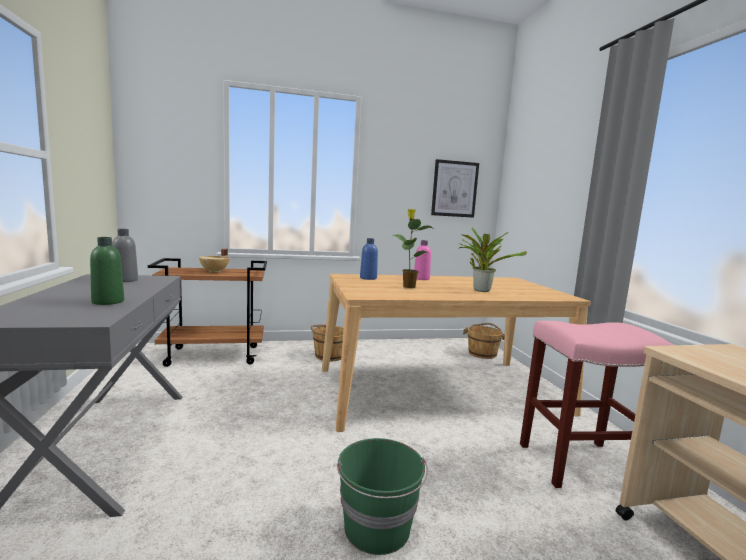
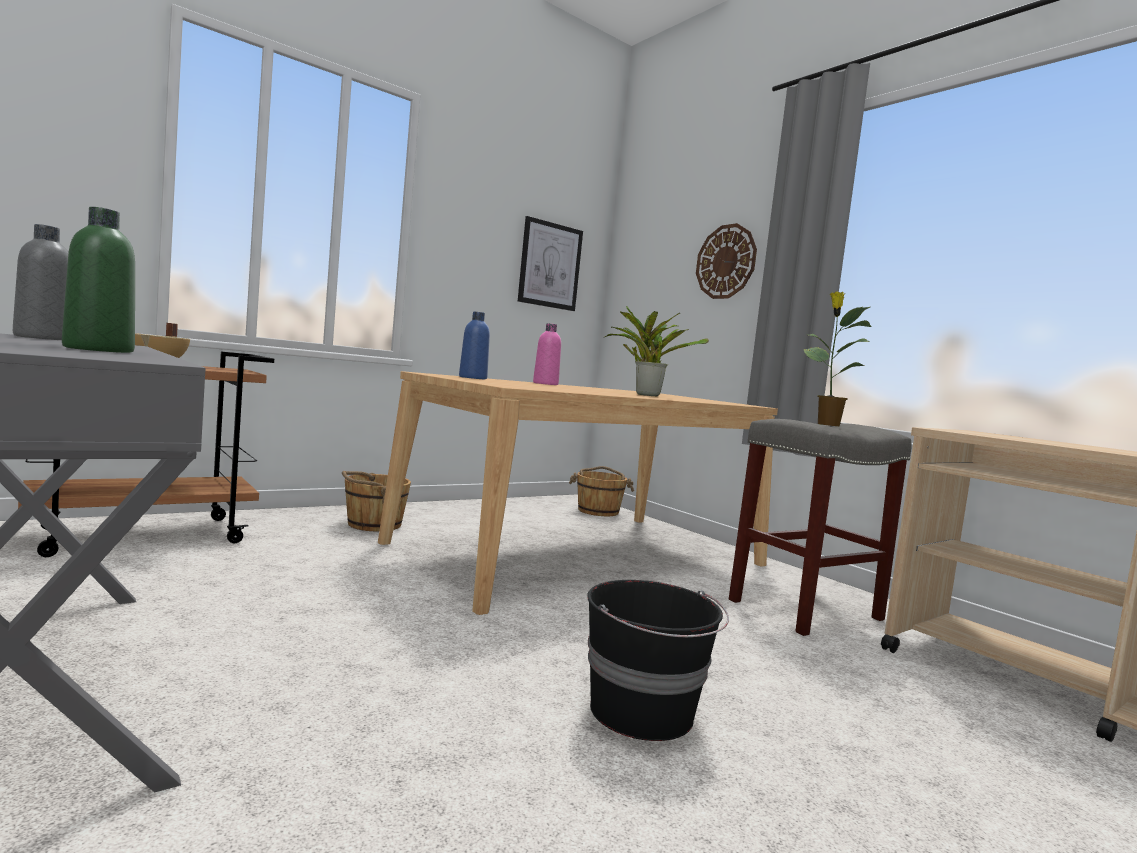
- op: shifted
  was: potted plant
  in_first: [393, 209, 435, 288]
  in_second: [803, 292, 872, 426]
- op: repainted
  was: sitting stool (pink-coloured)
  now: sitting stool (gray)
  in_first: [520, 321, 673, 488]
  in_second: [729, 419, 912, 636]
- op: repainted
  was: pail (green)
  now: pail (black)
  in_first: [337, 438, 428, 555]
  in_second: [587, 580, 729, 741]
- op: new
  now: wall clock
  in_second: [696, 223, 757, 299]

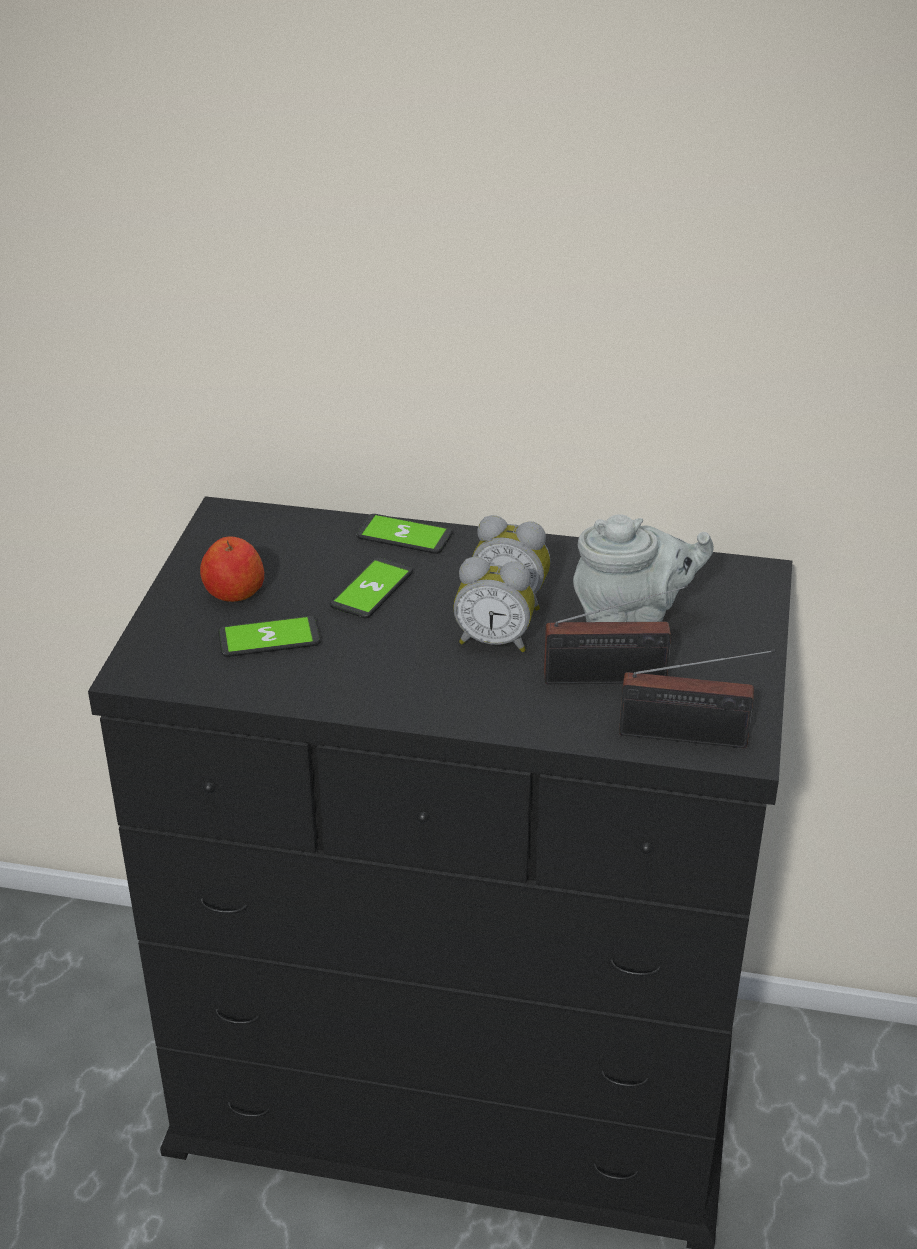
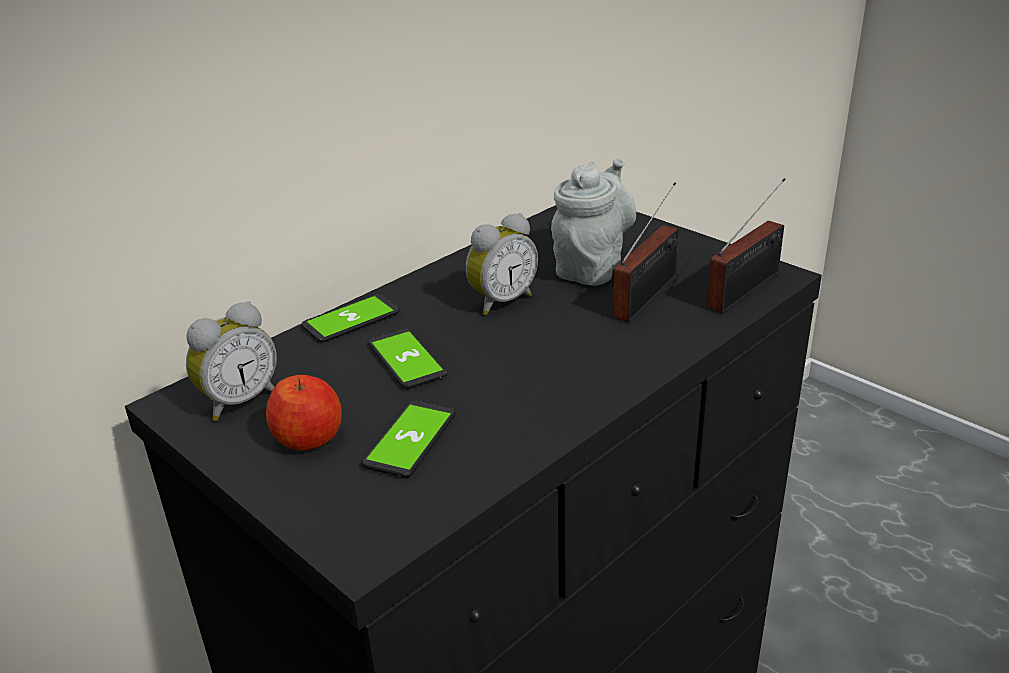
- op: shifted
  was: bedside clock
  in_first: [453, 557, 535, 652]
  in_second: [186, 301, 277, 421]

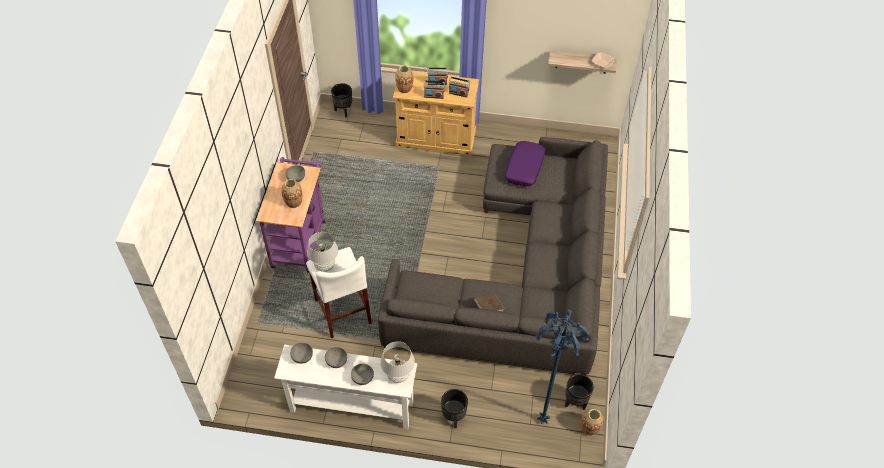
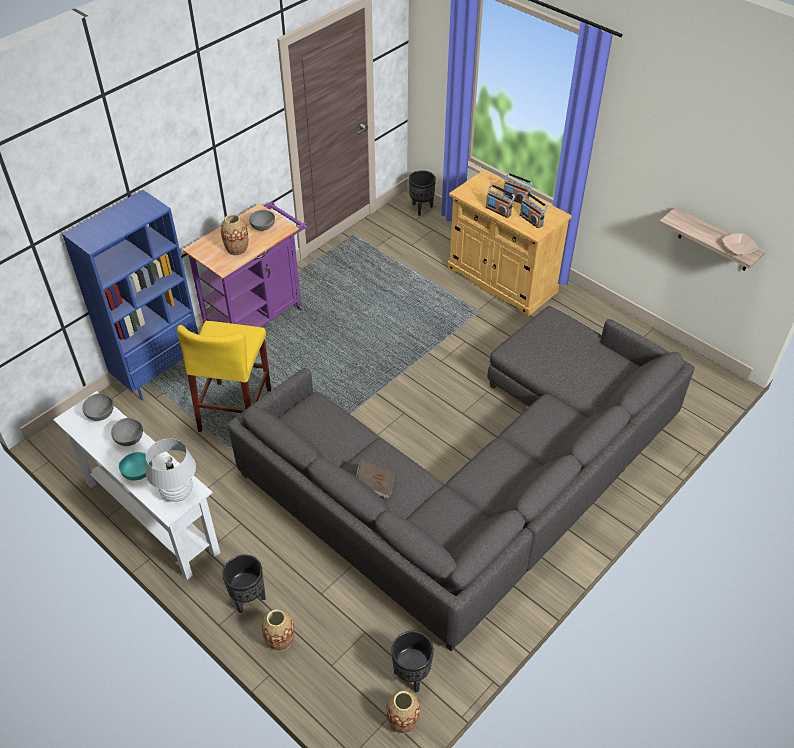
- op: shifted
  was: flower vase
  in_first: [395, 65, 413, 93]
  in_second: [261, 609, 294, 651]
- op: gone
  was: cushion (purple-coloured)
  in_first: [505, 141, 546, 186]
- op: gone
  was: table lamp (white)
  in_first: [307, 232, 338, 272]
- op: repainted
  was: sitting stool (white)
  now: sitting stool (yellowish)
  in_first: [306, 247, 372, 339]
  in_second: [177, 321, 271, 432]
- op: gone
  was: standard lamp (blue-coloured)
  in_first: [536, 310, 589, 424]
- op: repainted
  was: serving bowl (gray)
  now: serving bowl (turquoise-coloured)
  in_first: [351, 364, 374, 385]
  in_second: [119, 452, 152, 481]
- op: new
  now: shelving unit (blue-coloured)
  in_second: [62, 190, 199, 401]

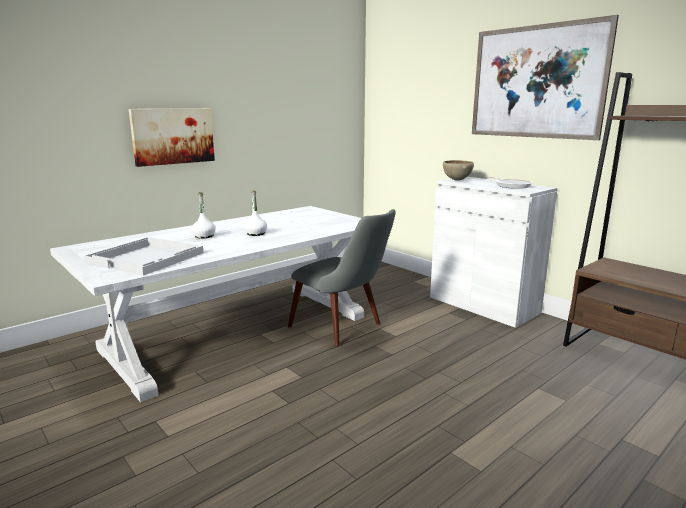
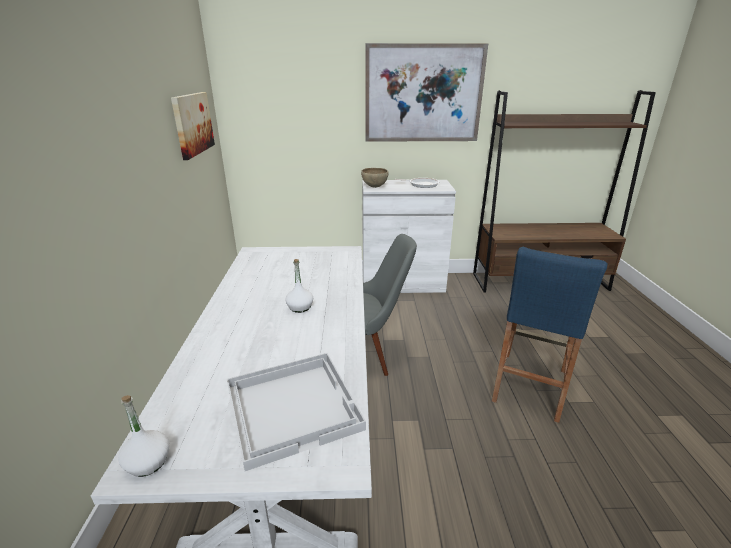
- op: shifted
  was: wall art
  in_first: [129, 109, 215, 167]
  in_second: [171, 92, 215, 160]
- op: shifted
  was: drink bottle (white)
  in_first: [192, 192, 216, 239]
  in_second: [118, 395, 169, 477]
- op: new
  now: sitting stool (blue-coloured)
  in_second: [492, 247, 608, 423]

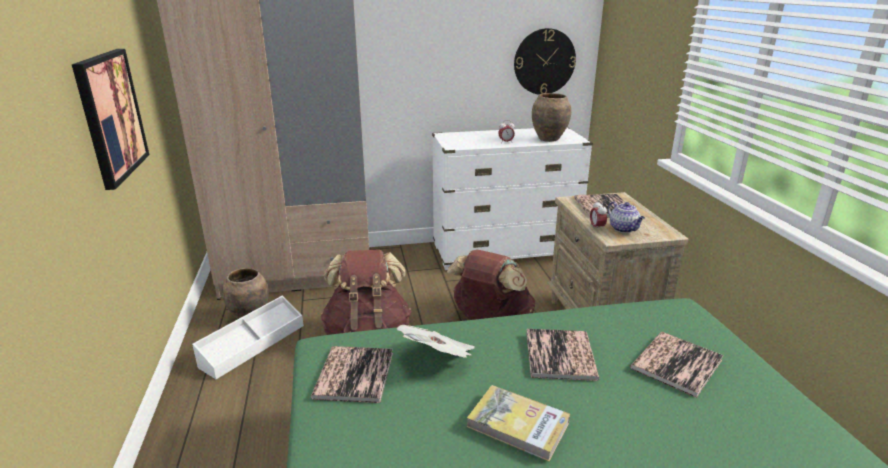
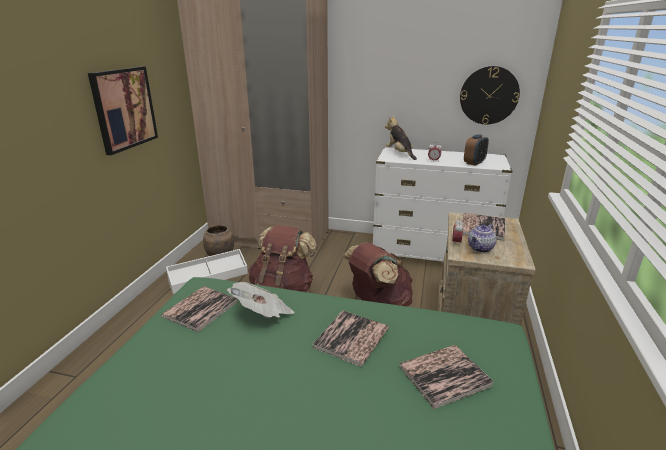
- op: swapped
  was: flower vase (brown-coloured)
  now: bedside clock
  in_first: [532, 93, 571, 142]
  in_second: [464, 134, 489, 166]
- op: rotated
  was: pot for tea
  in_first: [608, 201, 645, 233]
  in_second: [468, 224, 497, 253]
  clockwise: 45
- op: gone
  was: bound book
  in_first: [467, 385, 570, 461]
- op: new
  now: soft toy
  in_second: [385, 116, 417, 160]

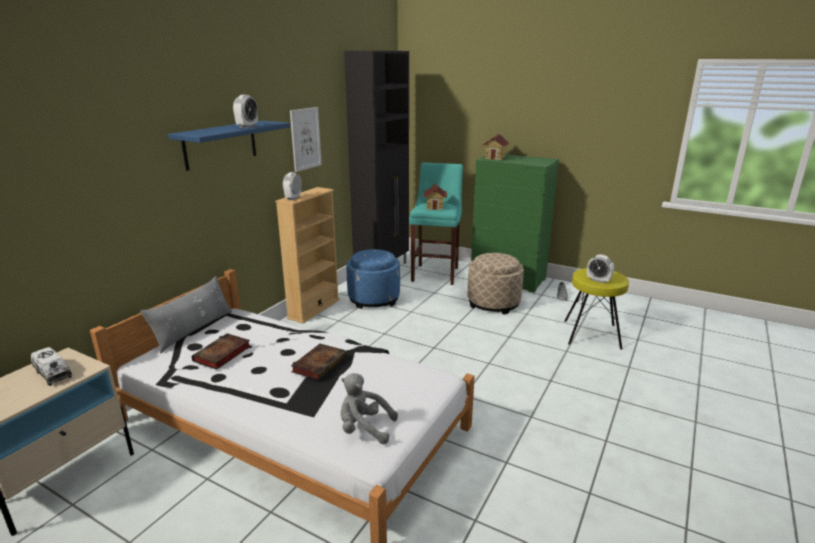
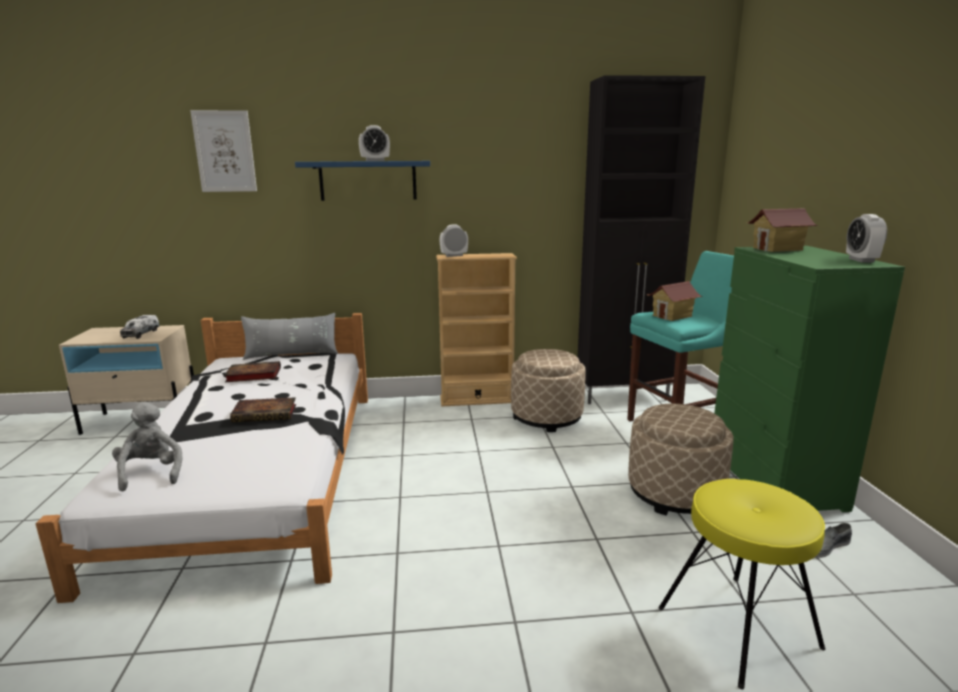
- op: shifted
  was: wall art
  in_first: [290, 107, 322, 172]
  in_second: [190, 110, 257, 192]
- op: repainted
  was: pouffe (blue-coloured)
  now: pouffe (sand-coloured)
  in_first: [347, 249, 400, 309]
  in_second: [511, 349, 586, 432]
- op: shifted
  was: bedside clock
  in_first: [587, 254, 614, 283]
  in_second: [846, 214, 887, 263]

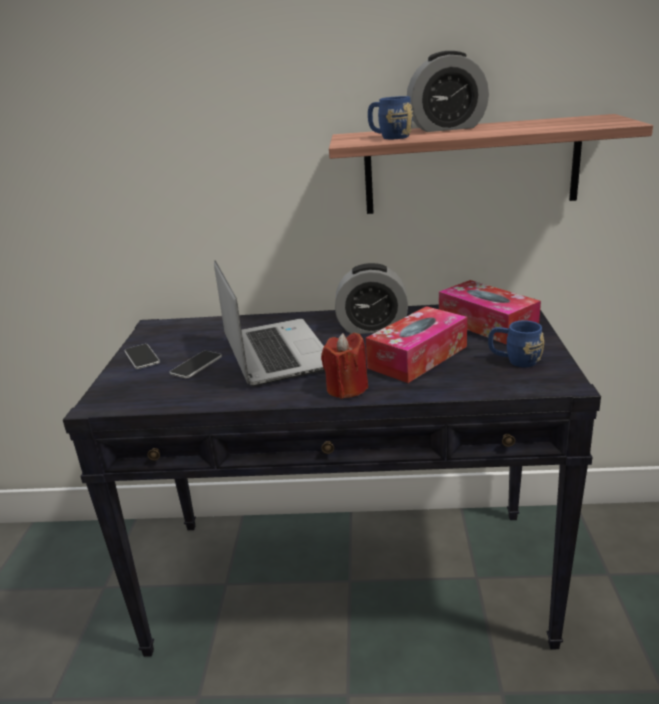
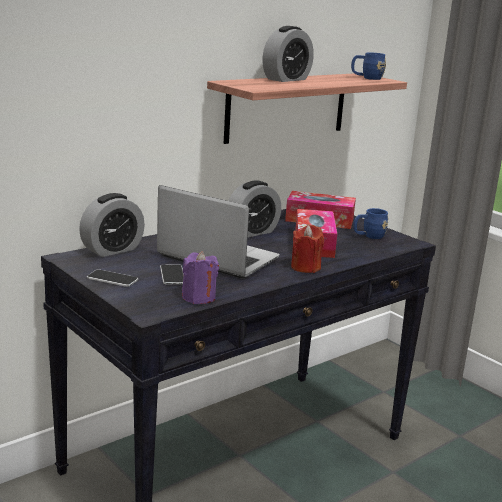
- op: shifted
  was: tea mug (blue-coloured)
  in_first: [368, 96, 413, 139]
  in_second: [351, 52, 386, 80]
- op: new
  now: bedside clock
  in_second: [79, 193, 145, 257]
- op: new
  now: wax candle (purple-coloured)
  in_second: [182, 251, 219, 304]

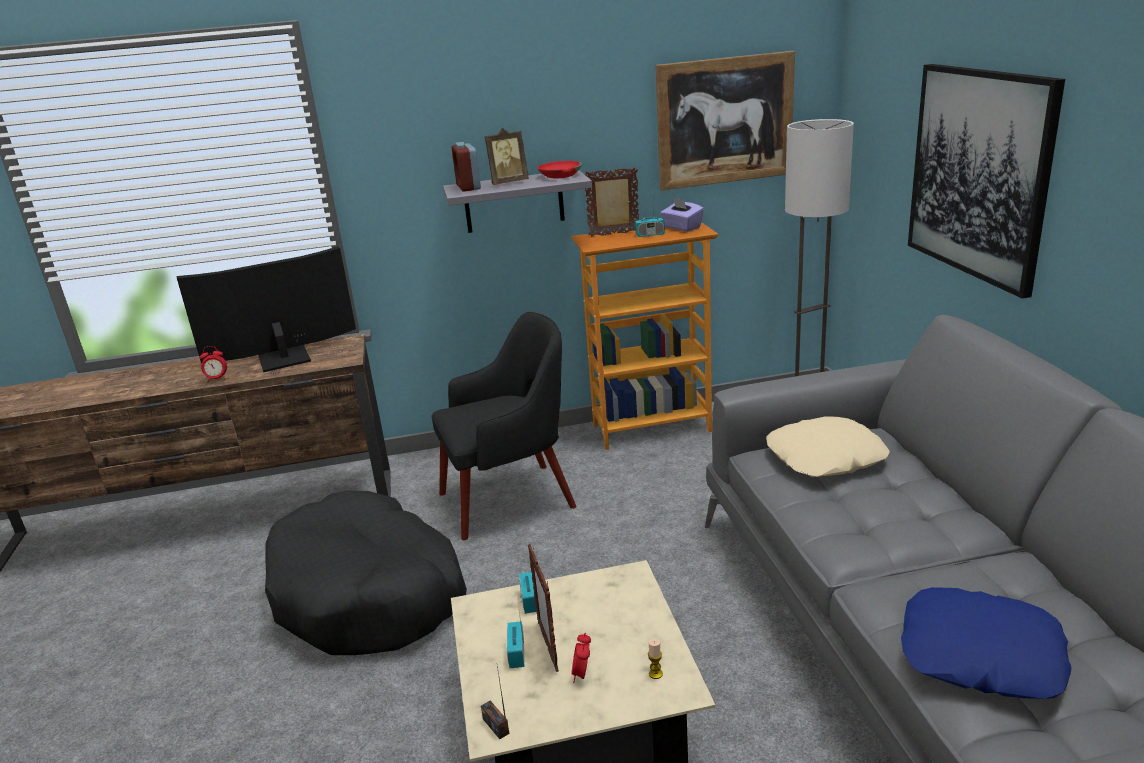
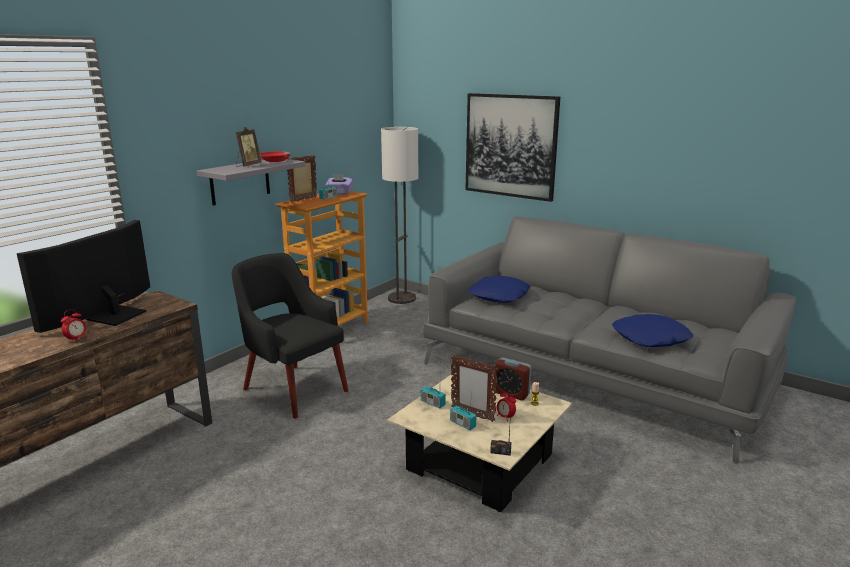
- op: gone
  was: wall art
  in_first: [655, 51, 795, 191]
- op: shifted
  was: bedside clock
  in_first: [452, 142, 481, 192]
  in_second: [494, 357, 532, 400]
- op: rotated
  was: easy chair (black)
  in_first: [431, 312, 576, 540]
  in_second: [232, 253, 349, 418]
  clockwise: -75
- op: repainted
  was: cushion (sand-coloured)
  now: cushion (blue-coloured)
  in_first: [766, 416, 890, 477]
  in_second: [468, 276, 530, 303]
- op: gone
  was: dog cushion (black)
  in_first: [265, 491, 467, 655]

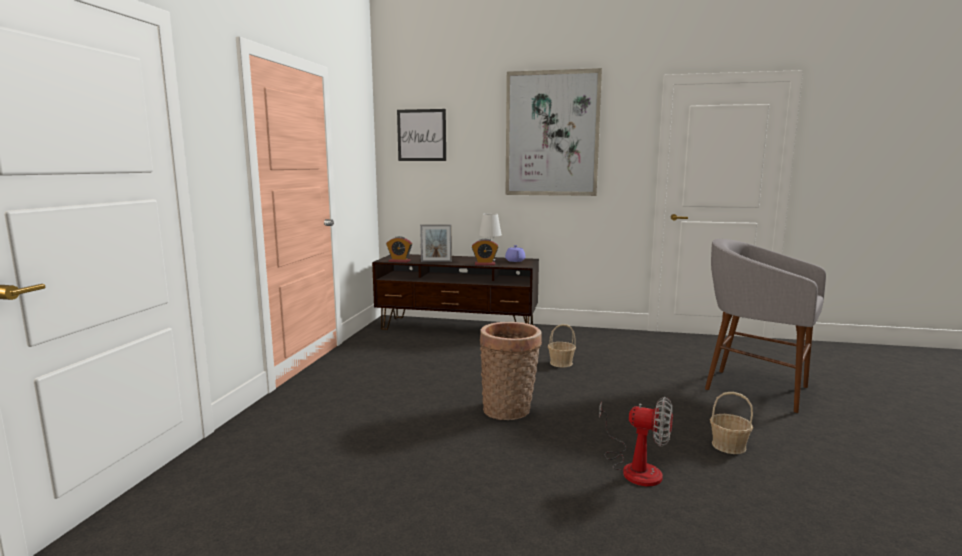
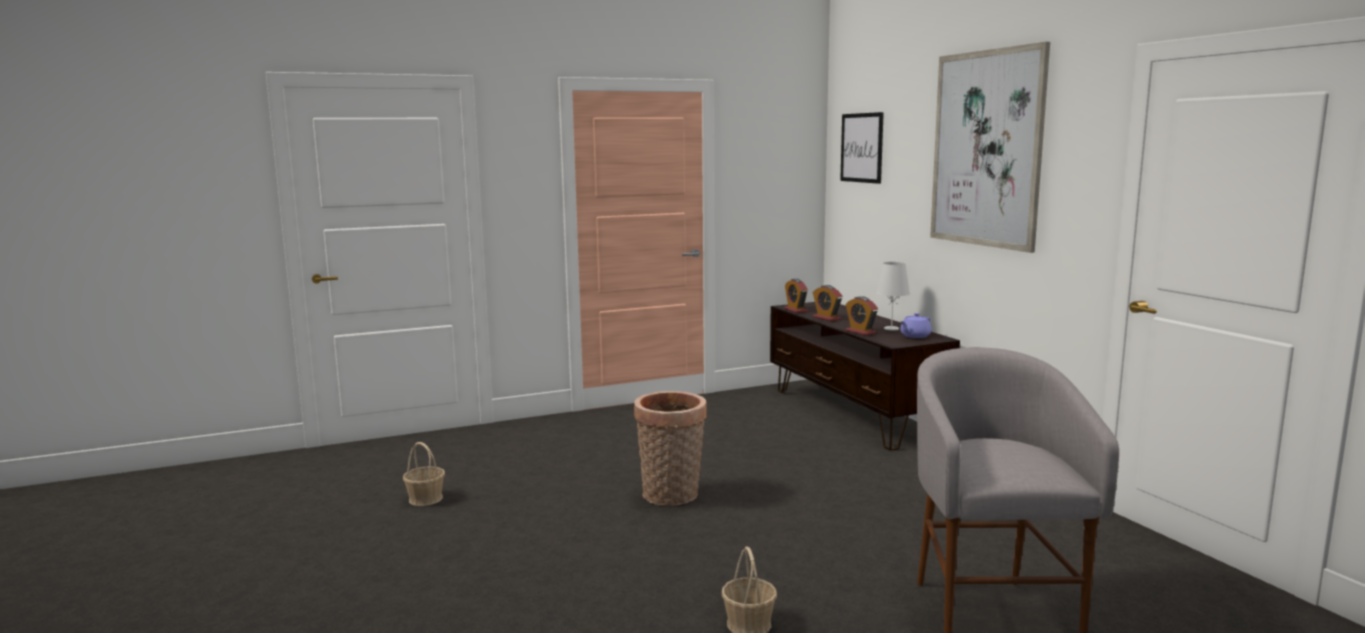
- op: swapped
  was: photo frame
  now: bedside clock
  in_first: [420, 224, 452, 262]
  in_second: [813, 285, 842, 321]
- op: shifted
  was: household basket
  in_first: [548, 324, 576, 367]
  in_second: [403, 442, 445, 506]
- op: gone
  was: fan
  in_first: [599, 397, 673, 486]

